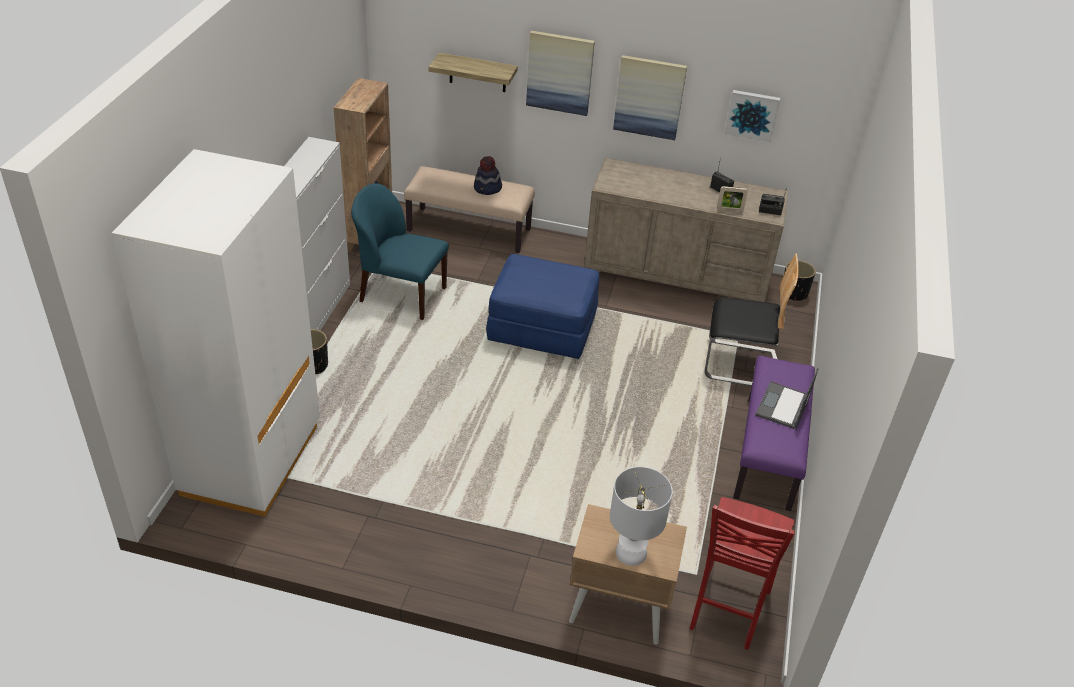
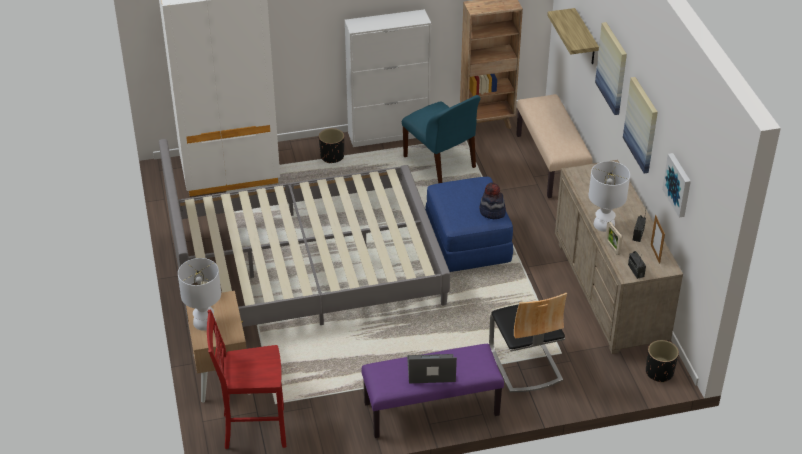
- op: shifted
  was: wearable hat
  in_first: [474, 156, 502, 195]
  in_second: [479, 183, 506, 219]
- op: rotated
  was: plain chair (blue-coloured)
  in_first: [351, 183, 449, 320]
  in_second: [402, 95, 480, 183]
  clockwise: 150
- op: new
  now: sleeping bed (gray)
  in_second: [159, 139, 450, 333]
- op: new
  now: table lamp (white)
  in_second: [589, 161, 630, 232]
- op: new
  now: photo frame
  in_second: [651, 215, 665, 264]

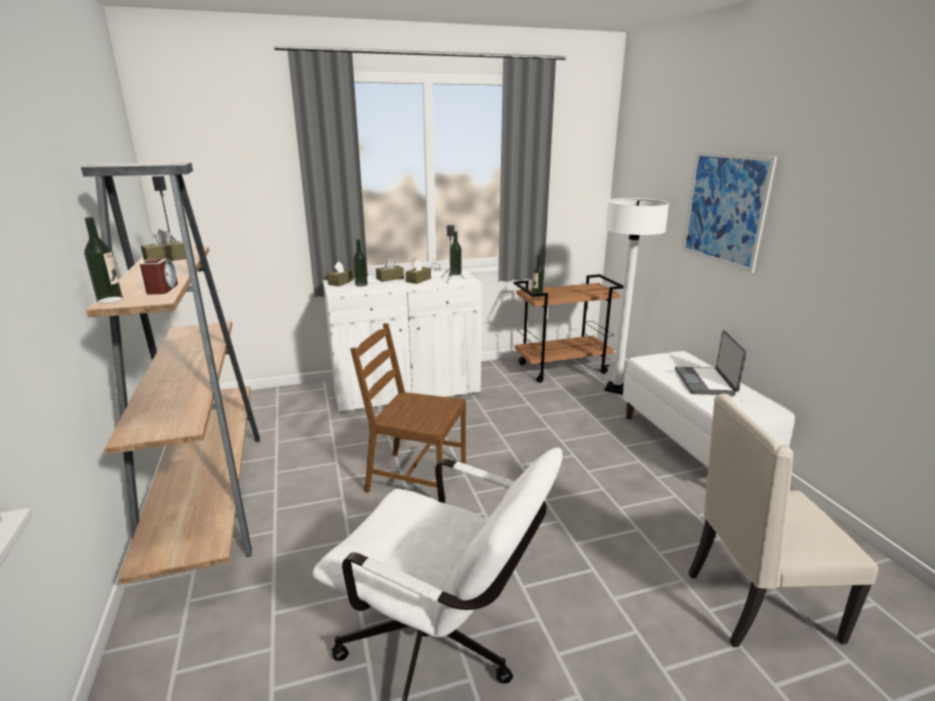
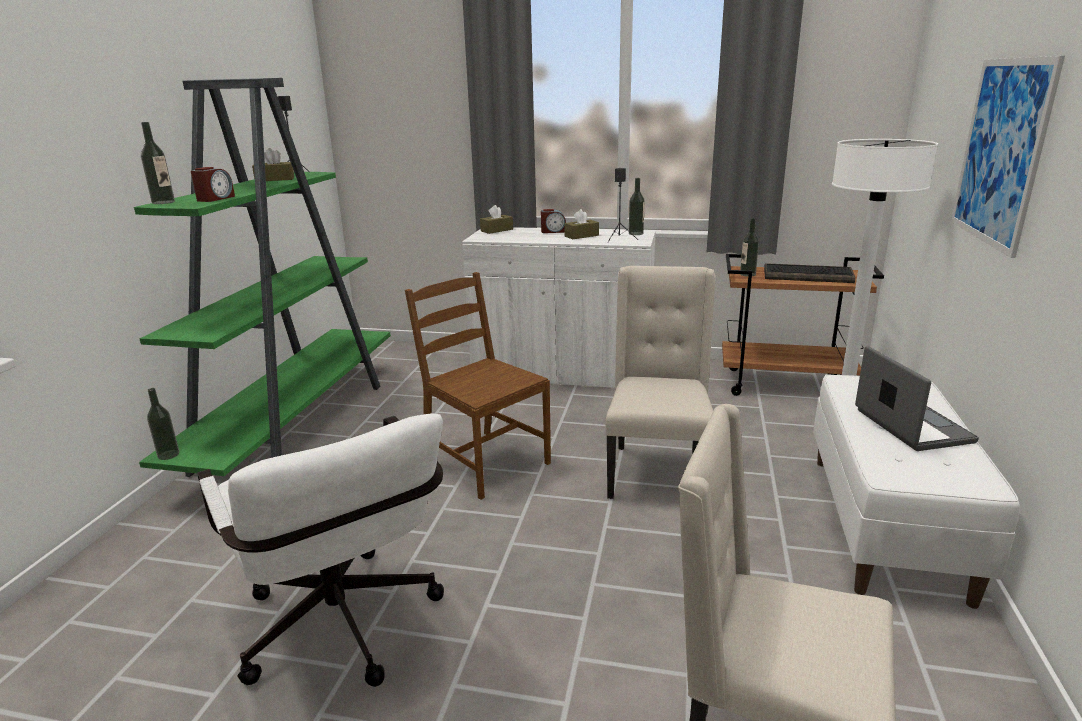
- op: repainted
  was: shelving unit (brown-coloured)
  now: shelving unit (green)
  in_first: [81, 163, 260, 584]
  in_second: [134, 78, 391, 477]
- op: shifted
  was: drink bottle
  in_first: [353, 239, 368, 287]
  in_second: [147, 388, 179, 460]
- op: swapped
  was: box of tissues (brown-coloured)
  now: bedside clock
  in_first: [376, 258, 404, 282]
  in_second: [541, 209, 566, 233]
- op: rotated
  was: portable computer
  in_first: [675, 330, 747, 395]
  in_second: [855, 346, 979, 451]
  clockwise: 135
- op: new
  now: computer keyboard
  in_second: [764, 263, 855, 283]
- op: new
  now: plain chair (sand-coloured)
  in_second: [605, 266, 715, 499]

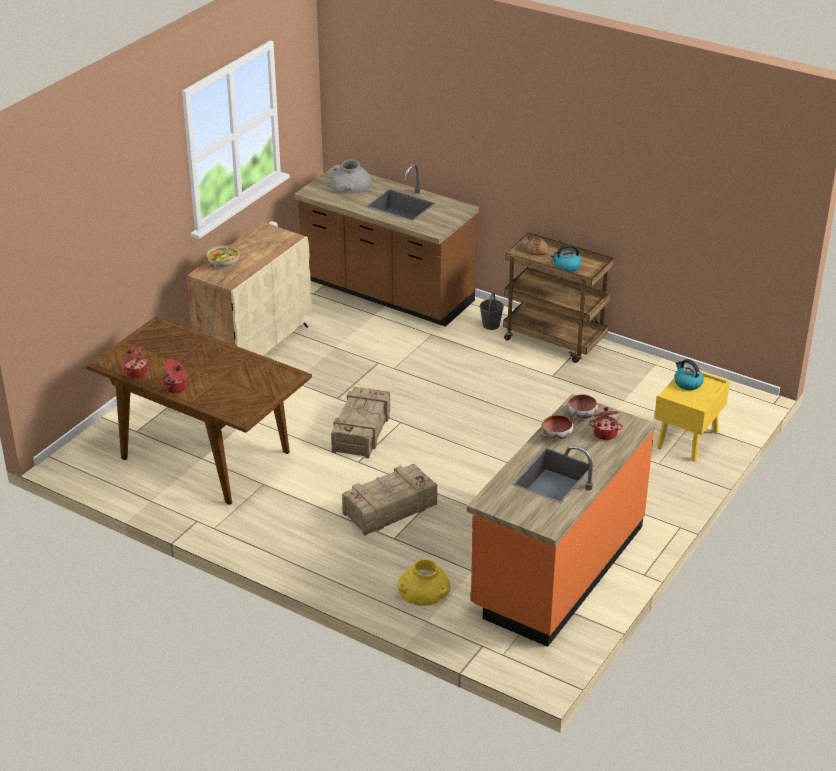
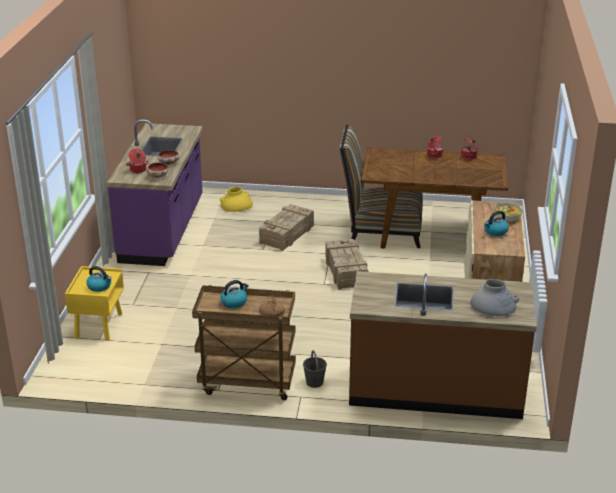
- op: repainted
  was: counter (orangey)
  now: counter (purple-coloured)
  in_first: [467, 394, 655, 647]
  in_second: [107, 119, 203, 266]
- op: new
  now: plain chair
  in_second: [339, 125, 423, 248]
- op: new
  now: kettle
  in_second: [484, 210, 509, 236]

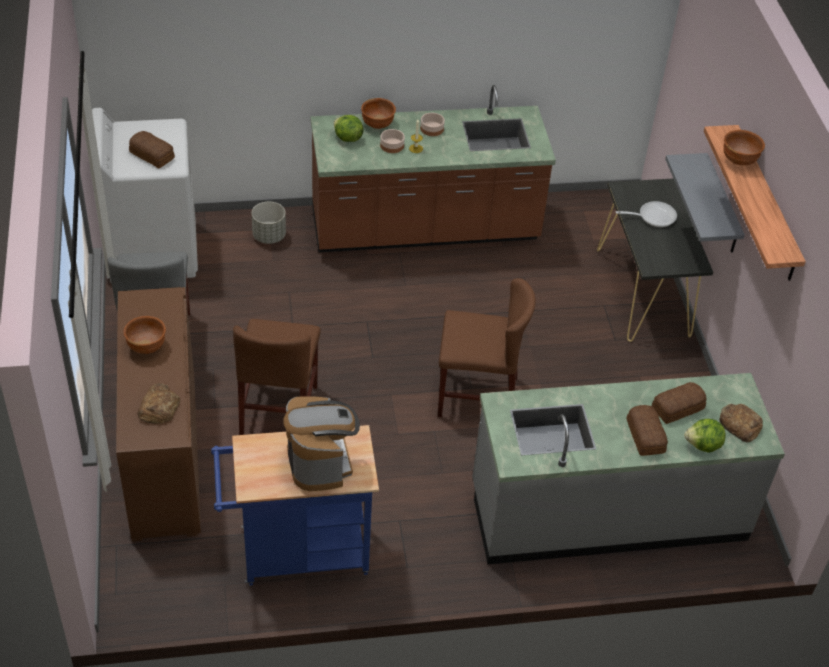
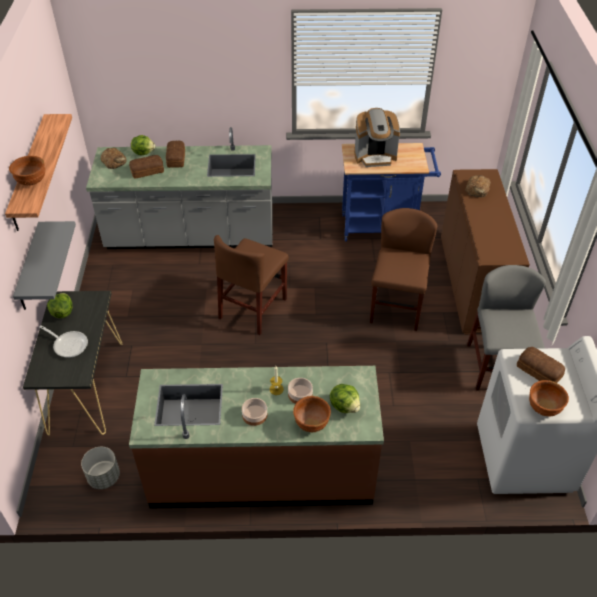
- op: rotated
  was: skillet
  in_first: [616, 201, 677, 227]
  in_second: [40, 325, 88, 358]
  clockwise: -150
- op: shifted
  was: planter (gray)
  in_first: [252, 202, 286, 244]
  in_second: [81, 447, 120, 489]
- op: rotated
  was: plain chair (brown-coloured)
  in_first: [438, 278, 536, 417]
  in_second: [214, 235, 289, 335]
  clockwise: -75
- op: shifted
  was: serving bowl (brown-coloured)
  in_first: [123, 316, 166, 354]
  in_second: [529, 380, 569, 417]
- op: rotated
  was: coffee machine
  in_first: [283, 396, 360, 491]
  in_second: [354, 108, 400, 167]
  clockwise: -90
- op: new
  now: head of lettuce
  in_second: [47, 293, 73, 318]

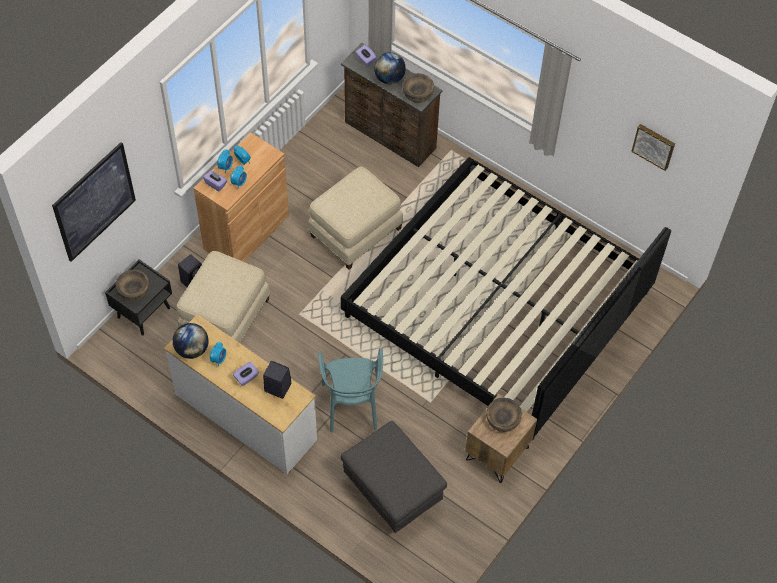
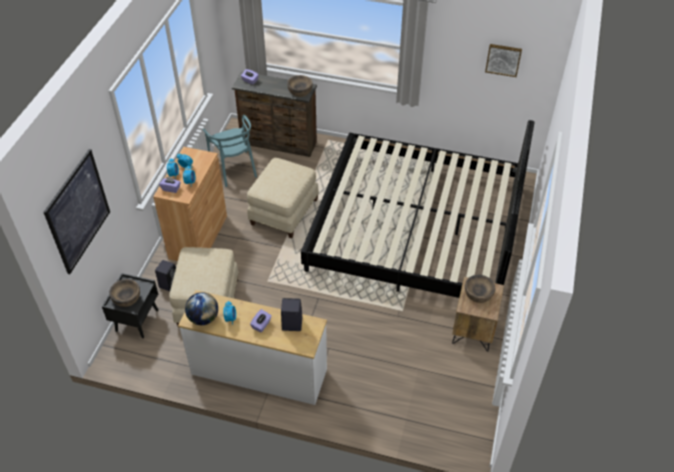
- op: gone
  was: desk globe
  in_first: [374, 52, 406, 84]
- op: shifted
  was: plain chair (turquoise-coloured)
  in_first: [318, 348, 383, 433]
  in_second: [202, 115, 257, 187]
- op: gone
  was: pouffe (gray)
  in_first: [341, 421, 447, 533]

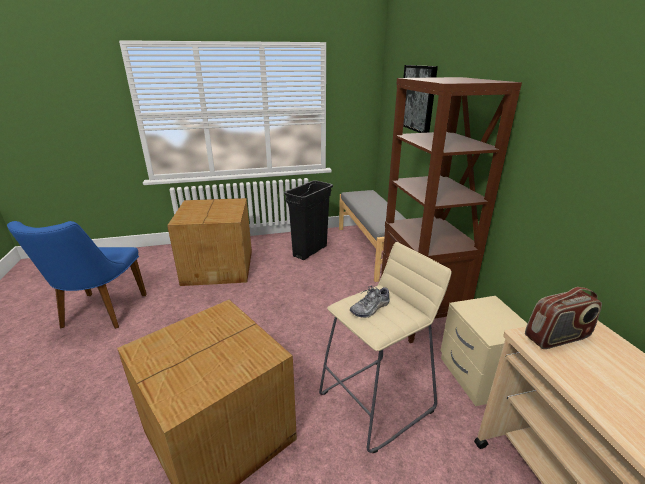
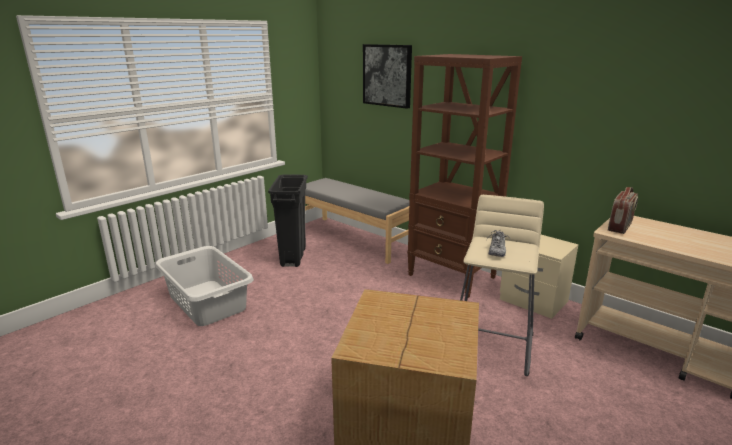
- op: swapped
  was: carton
  now: washing basket (gray)
  in_first: [167, 198, 252, 286]
  in_second: [155, 246, 254, 326]
- op: gone
  was: plain chair (blue-coloured)
  in_first: [7, 221, 147, 329]

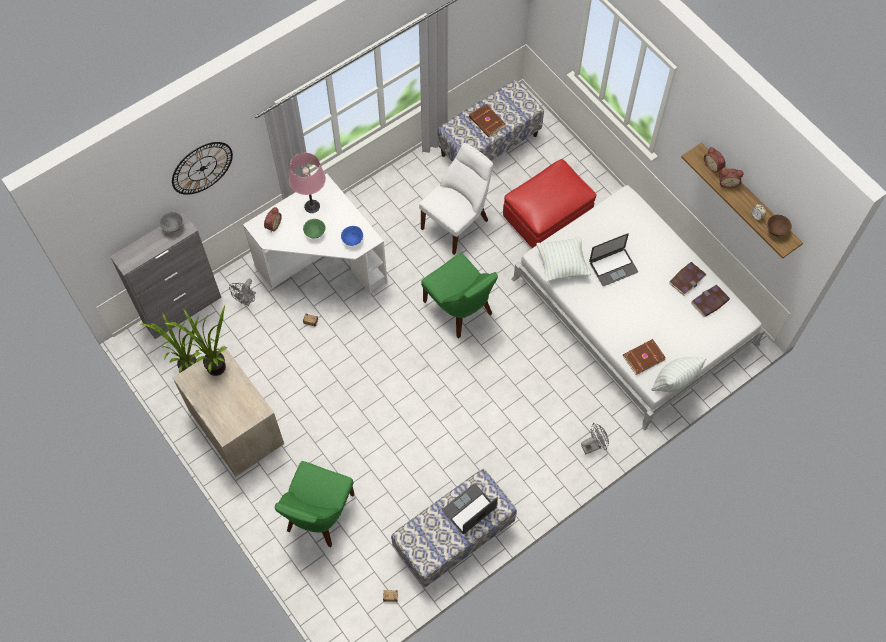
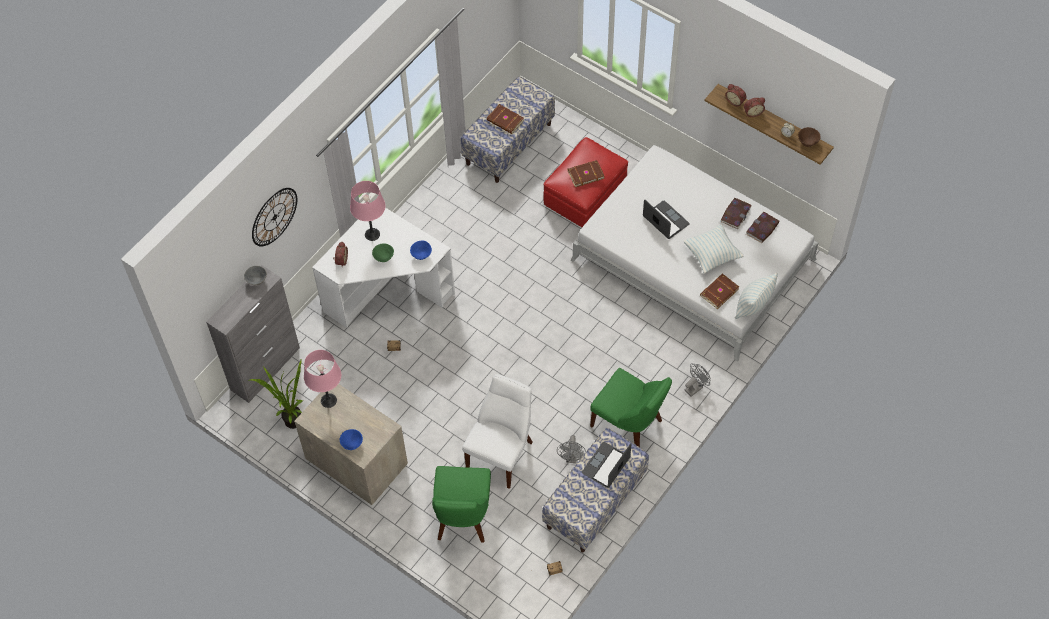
- op: shifted
  was: plain chair (white)
  in_first: [419, 143, 493, 255]
  in_second: [462, 374, 533, 489]
- op: rotated
  was: portable computer
  in_first: [589, 233, 638, 286]
  in_second: [643, 199, 690, 239]
  clockwise: -90
- op: shifted
  was: cushion
  in_first: [536, 236, 591, 282]
  in_second: [684, 224, 743, 274]
- op: shifted
  was: plain chair (green)
  in_first: [421, 253, 498, 339]
  in_second: [590, 368, 672, 447]
- op: shifted
  was: fan (gray)
  in_first: [229, 279, 256, 306]
  in_second: [557, 435, 586, 463]
- op: swapped
  was: potted plant
  now: table lamp (pink-coloured)
  in_first: [163, 306, 227, 376]
  in_second: [304, 350, 341, 408]
- op: new
  now: bound book (brown-coloured)
  in_second: [567, 160, 605, 187]
- op: new
  now: serving bowl (blue-coloured)
  in_second: [340, 429, 363, 450]

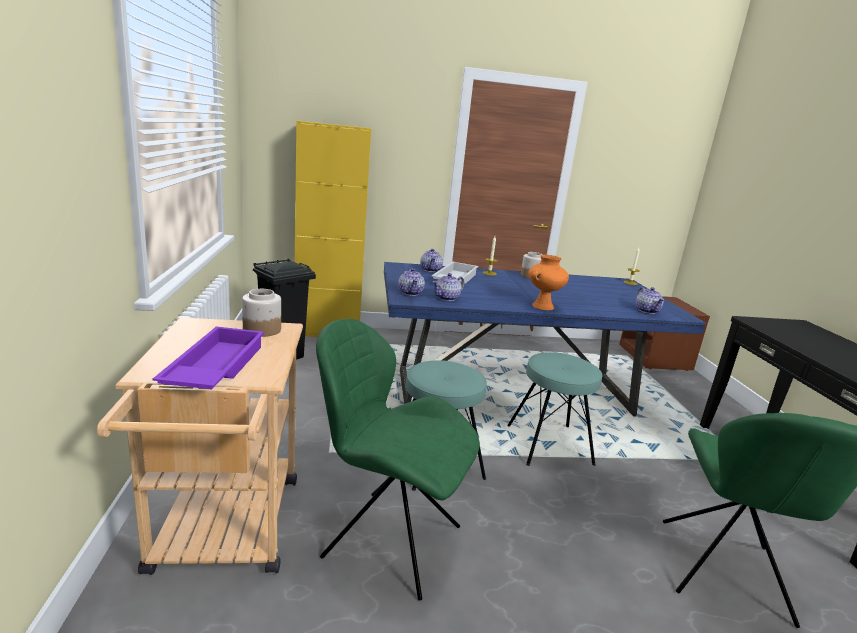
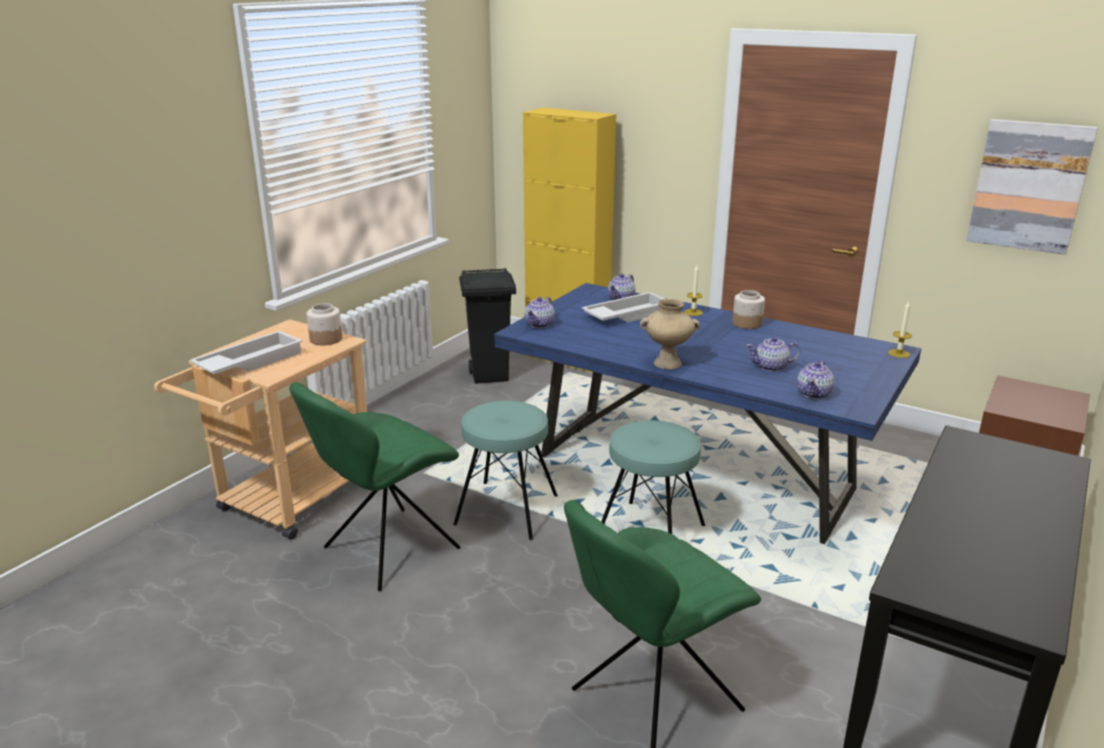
- op: repainted
  was: flower vase (orangey)
  now: flower vase (sand-coloured)
  in_first: [528, 255, 569, 310]
  in_second: [640, 299, 700, 369]
- op: shifted
  was: pot for tea
  in_first: [433, 273, 464, 301]
  in_second: [746, 337, 800, 372]
- op: rotated
  was: plain chair (green)
  in_first: [316, 319, 480, 601]
  in_second: [289, 382, 460, 591]
  clockwise: -105
- op: repainted
  was: tray (purple-coloured)
  now: tray (white)
  in_first: [152, 326, 264, 389]
  in_second: [190, 331, 303, 374]
- op: new
  now: wall art
  in_second: [966, 119, 1098, 255]

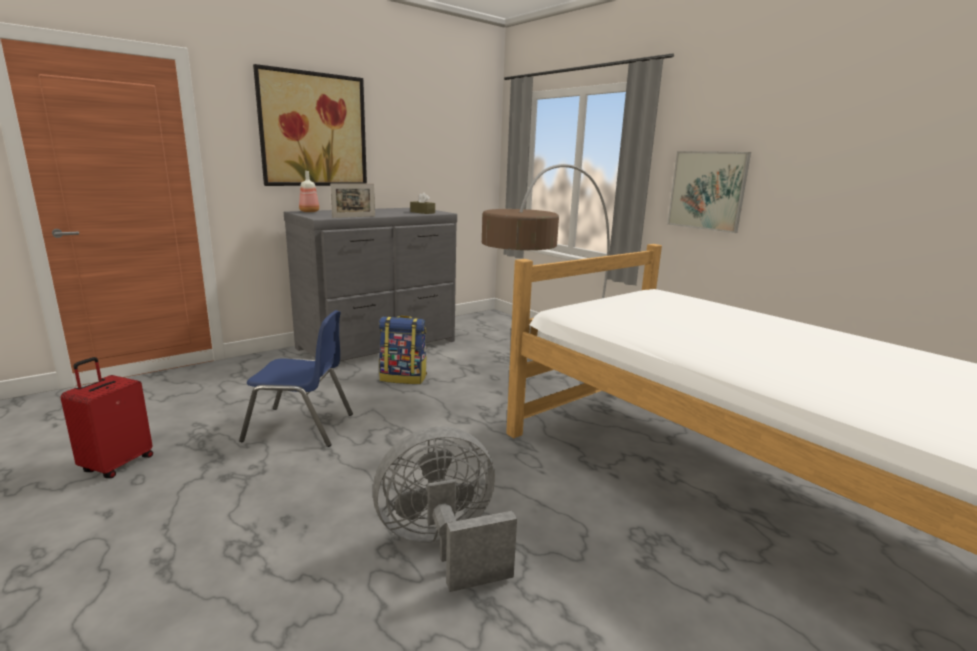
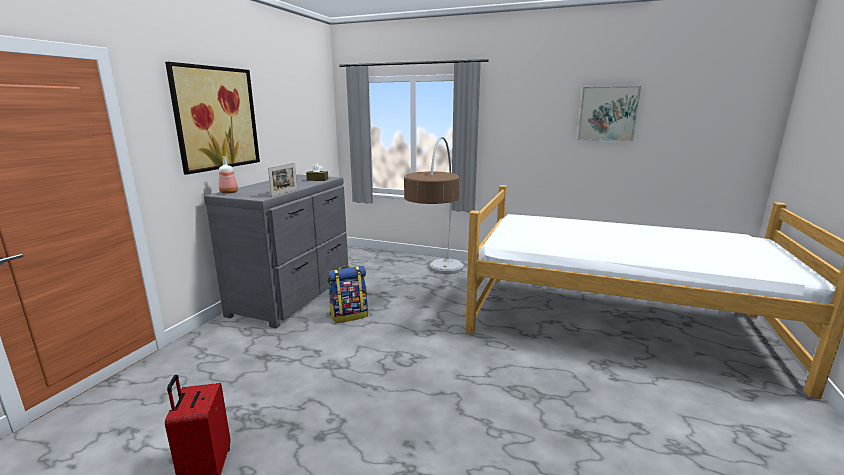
- op: shifted
  was: wall art
  in_first: [667, 151, 751, 233]
  in_second: [578, 86, 641, 142]
- op: gone
  was: plain chair (blue-coloured)
  in_first: [239, 310, 353, 447]
- op: gone
  was: fan (gray)
  in_first: [373, 426, 517, 592]

